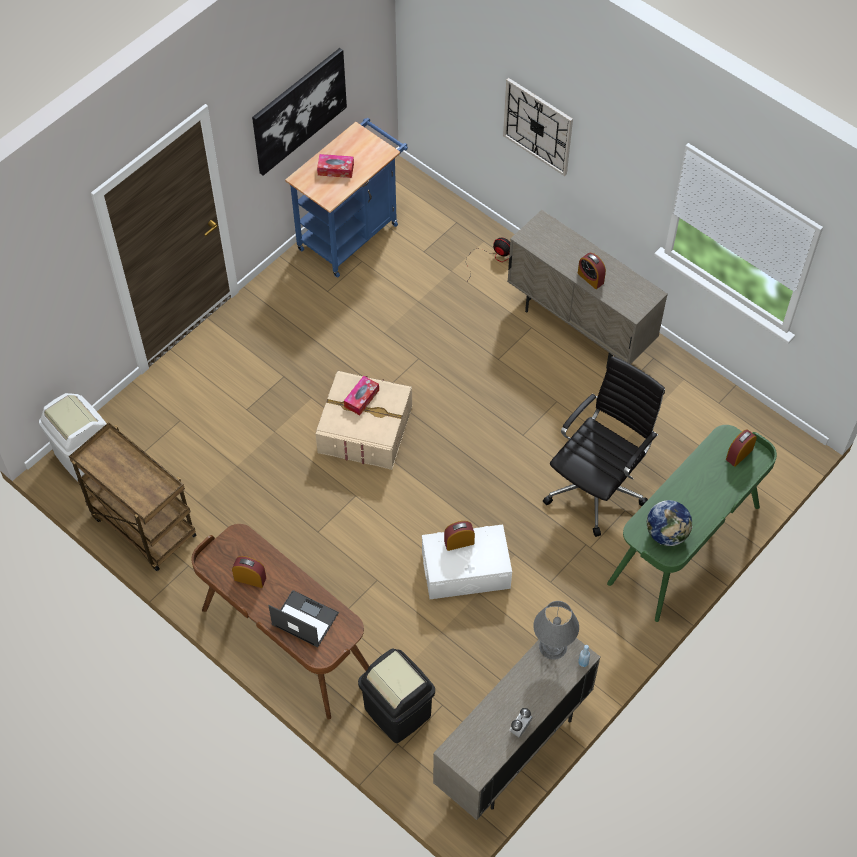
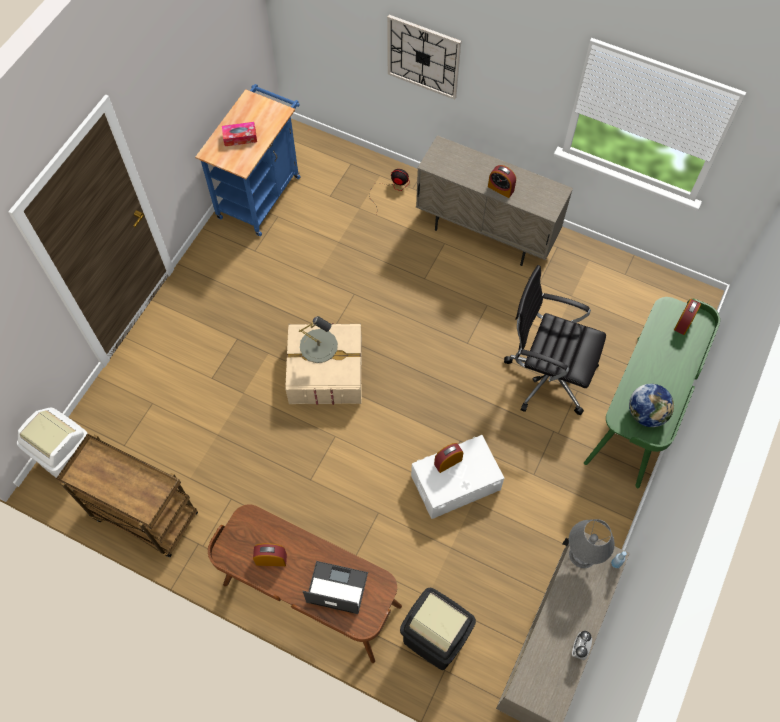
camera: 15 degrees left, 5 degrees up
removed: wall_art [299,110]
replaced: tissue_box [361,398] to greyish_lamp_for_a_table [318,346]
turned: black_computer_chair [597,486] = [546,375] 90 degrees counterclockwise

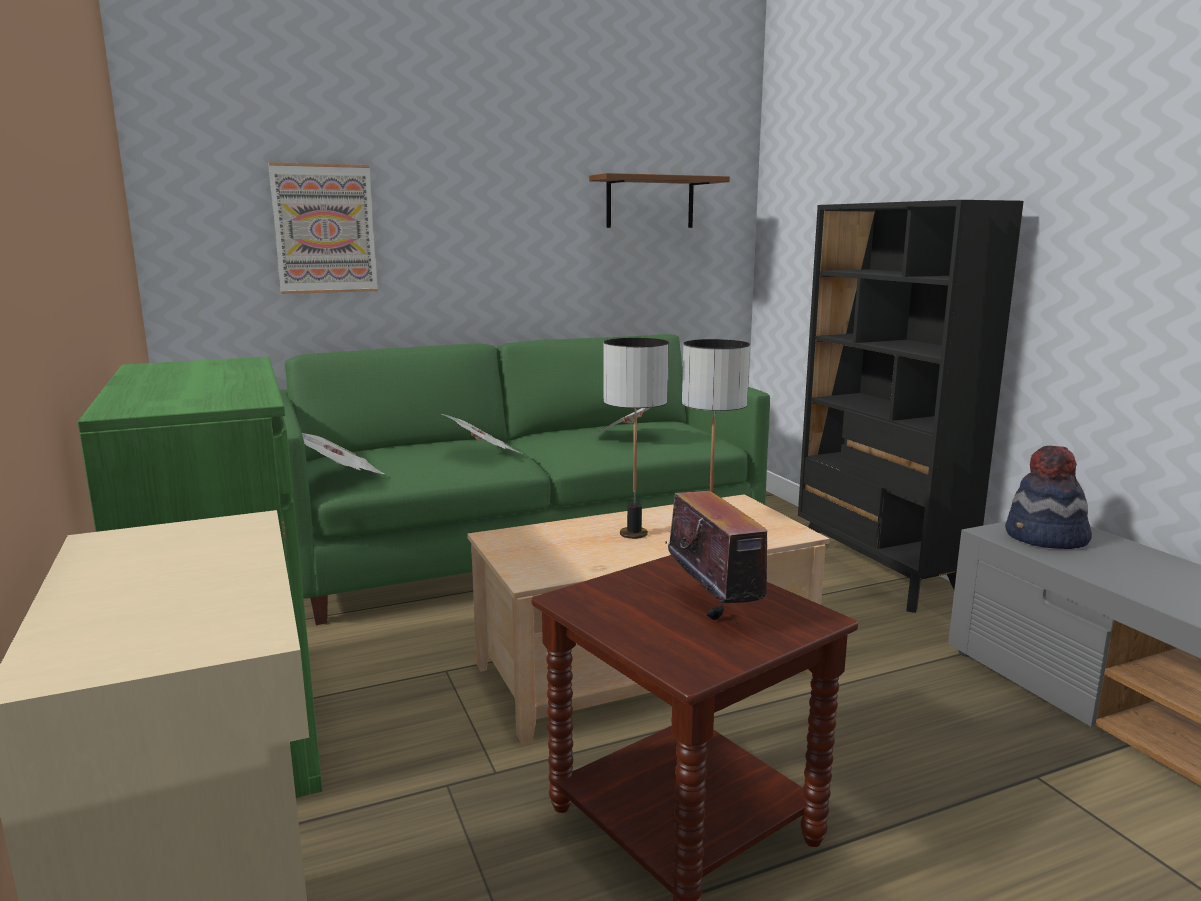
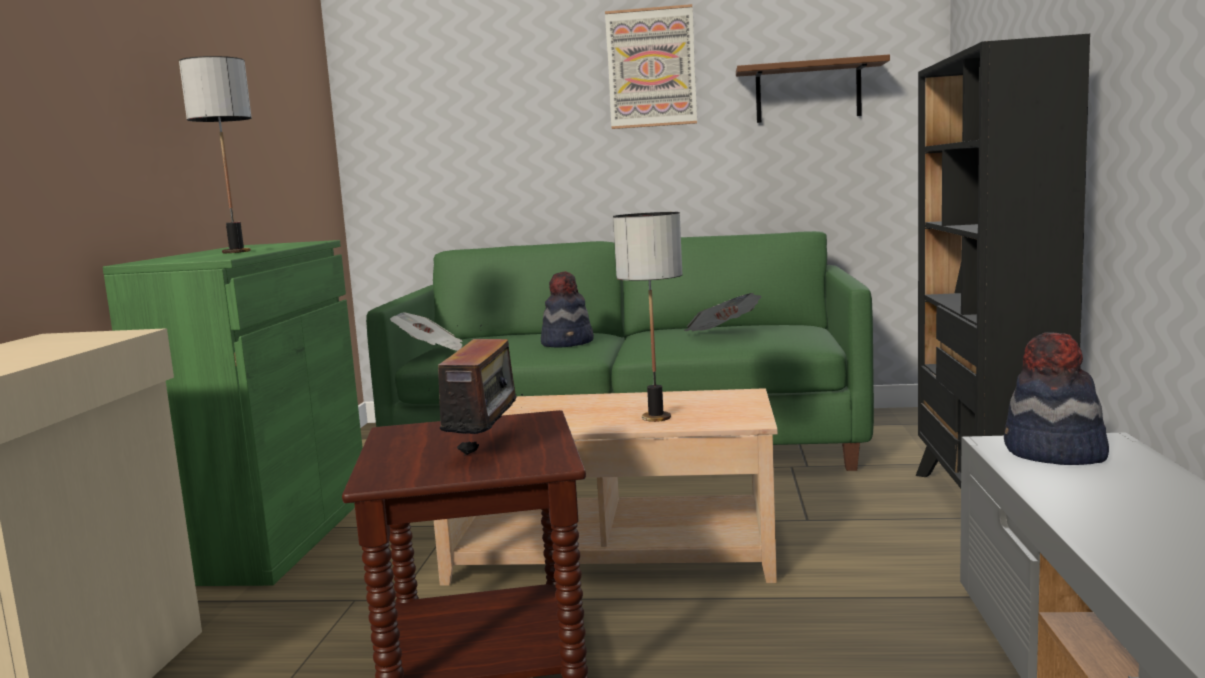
camera: 30 degrees right, 5 degrees down
moved: wall_art [324,229] to [651,68]; lamp_for_a_table [633,534] to [235,252]
replaced: newspaper [484,455] to hat [568,343]

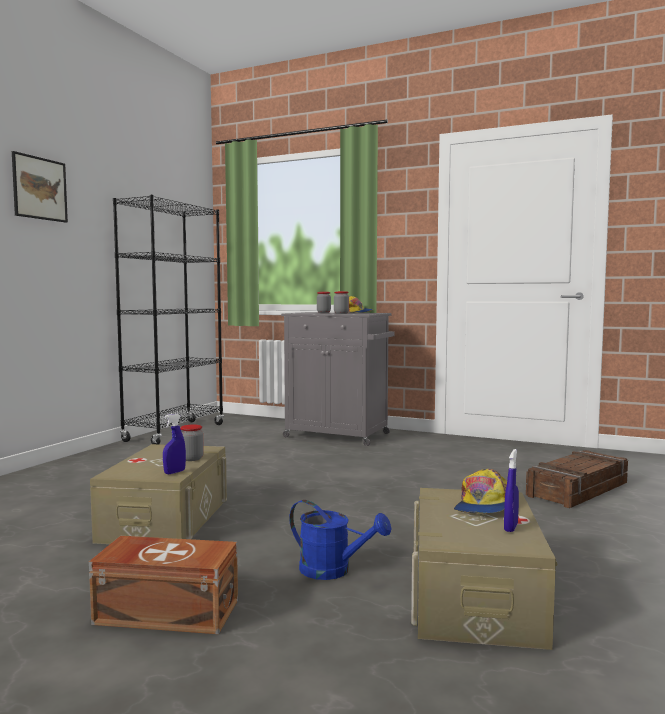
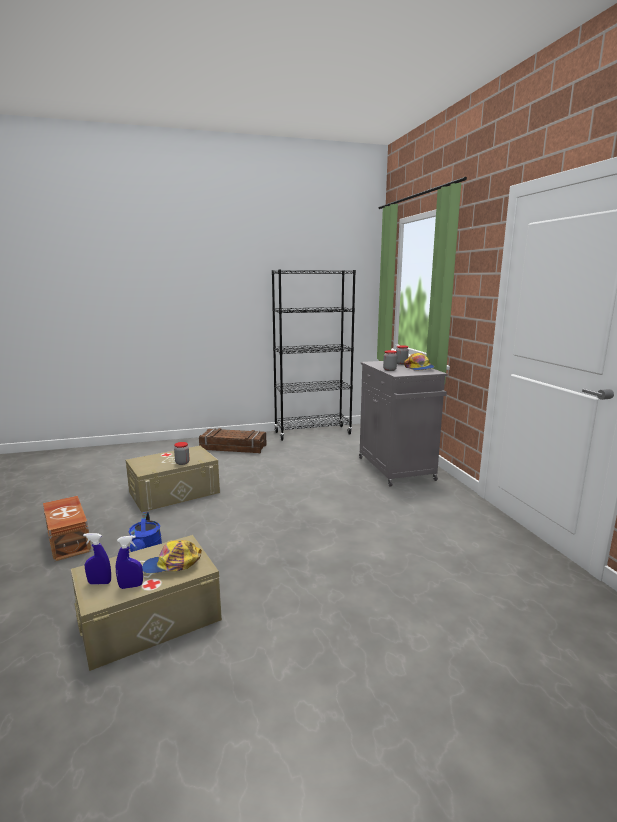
camera: 50 degrees right, 10 degrees up
removed: wall_art [39,188]
moved: blue-coloured_hand_sprayer [174,472] to [99,583]; shipping_crate [578,490] to [233,447]

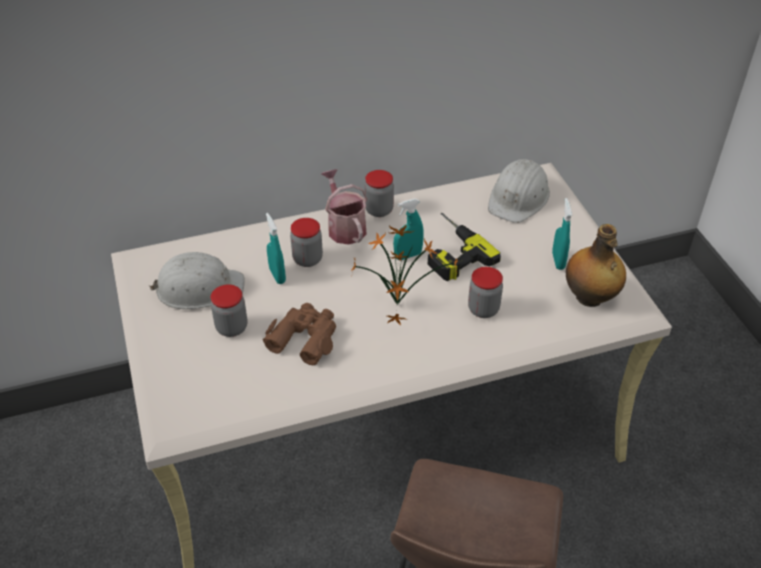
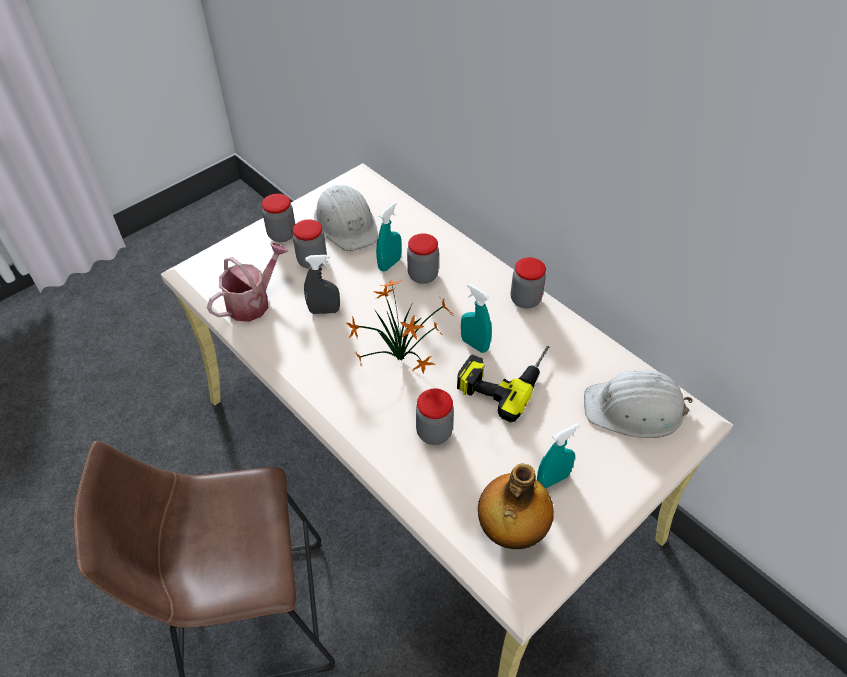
camera: 65 degrees right, 5 degrees up
added: jar [282,235]
moved: watering_pot [344,227] to [253,301]
replaced: brownish_binoculars [304,337] to greyish_hand_sprayer [324,311]

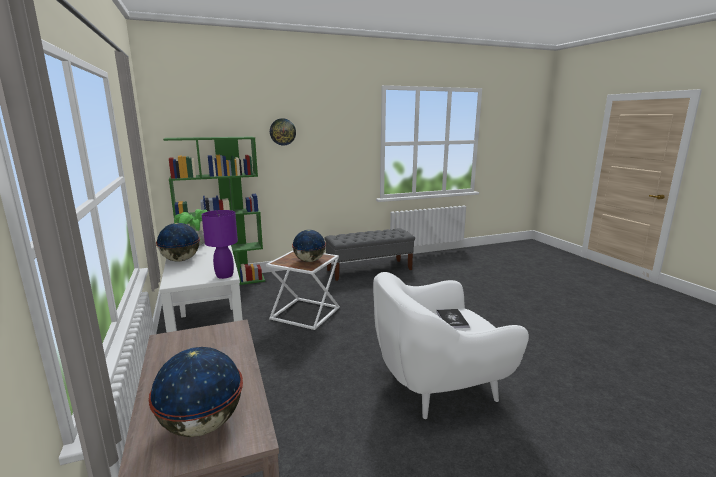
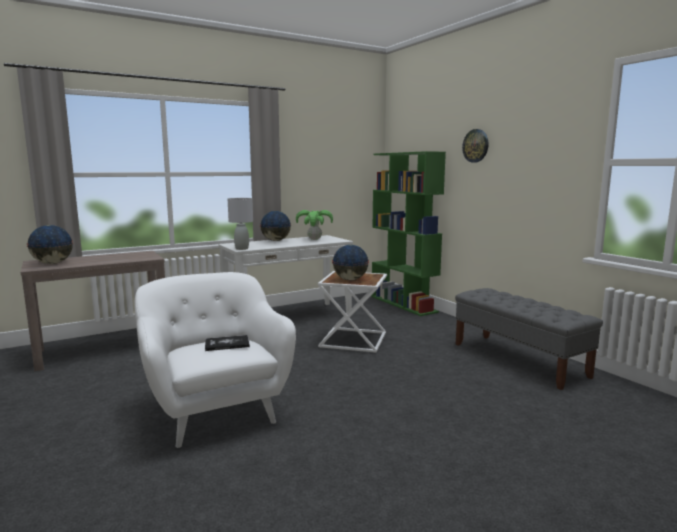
camera: 80 degrees right, 5 degrees down
recoloured: purplish_lamp_for_a_table [224,275] to greyish_lamp_for_a_table [242,248]

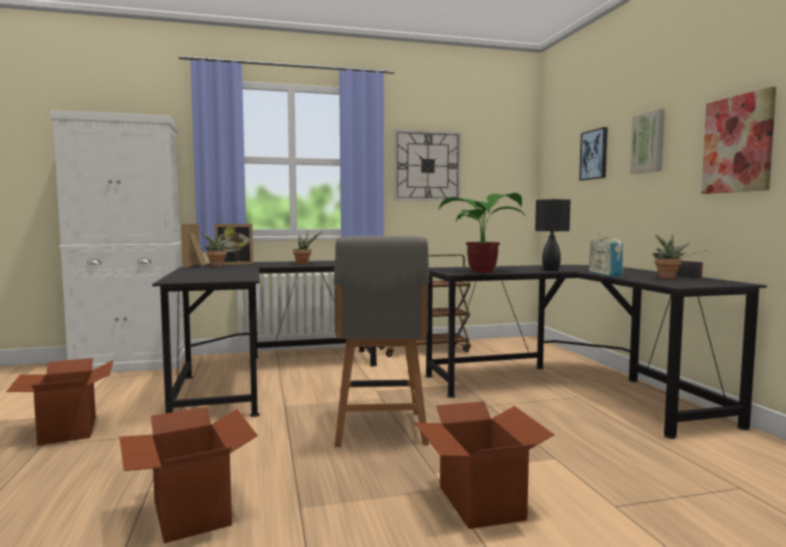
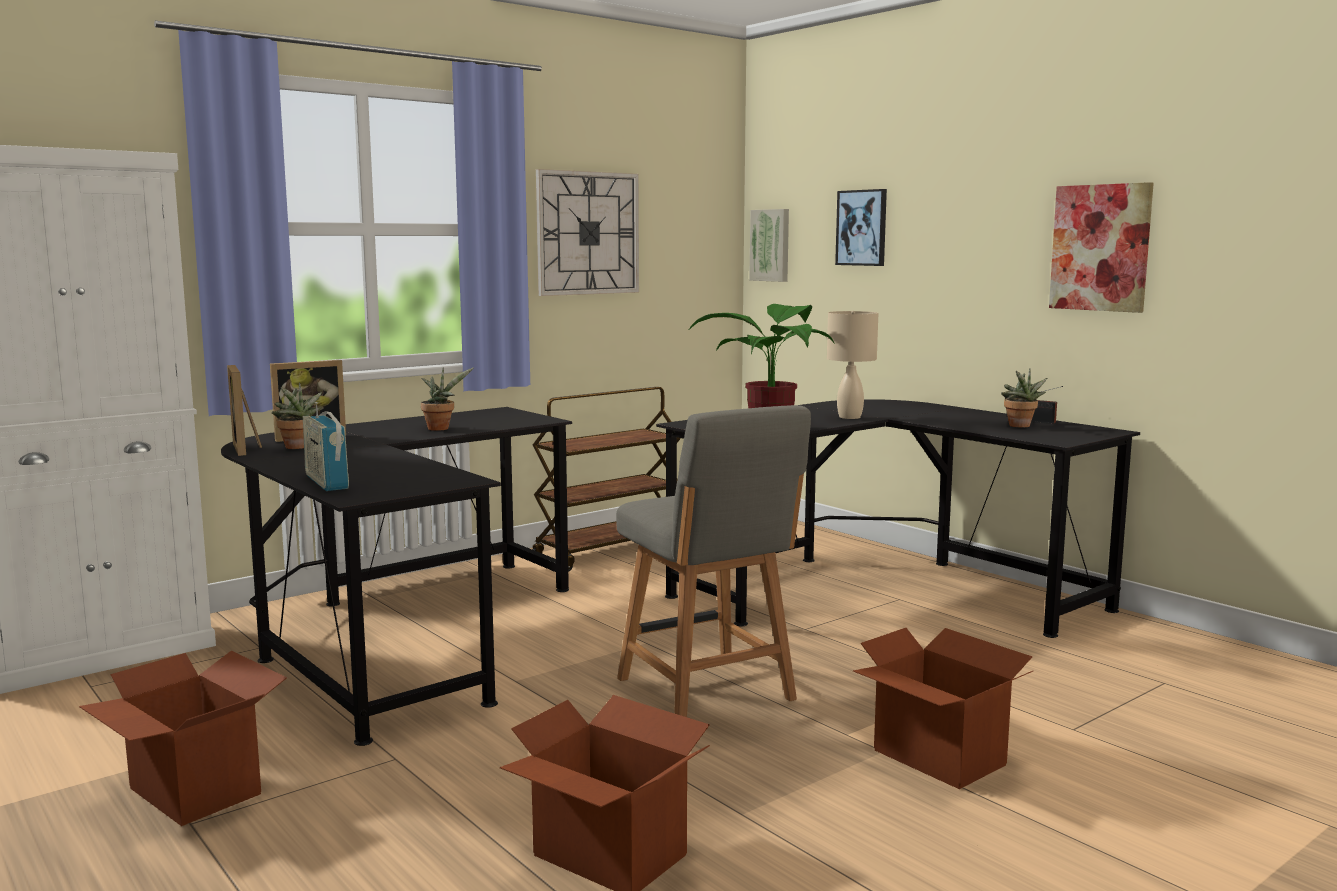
camera: 25 degrees left, 5 degrees up
moved: wall_art [649,142] to [771,245]; radio_set [604,274] to [327,482]
recoloured: black_lamp_for_a_table [550,270] to sand-coloured_lamp_for_a_table [849,417]

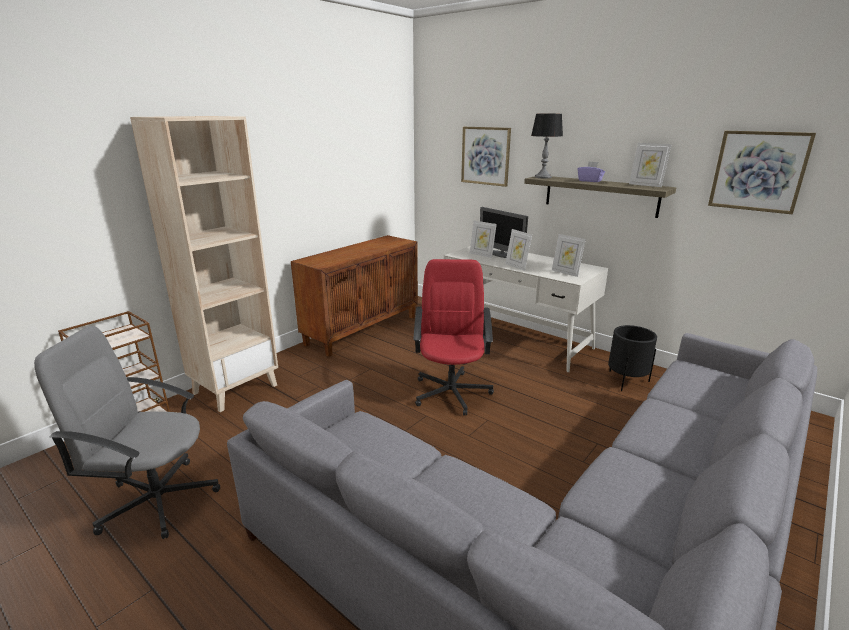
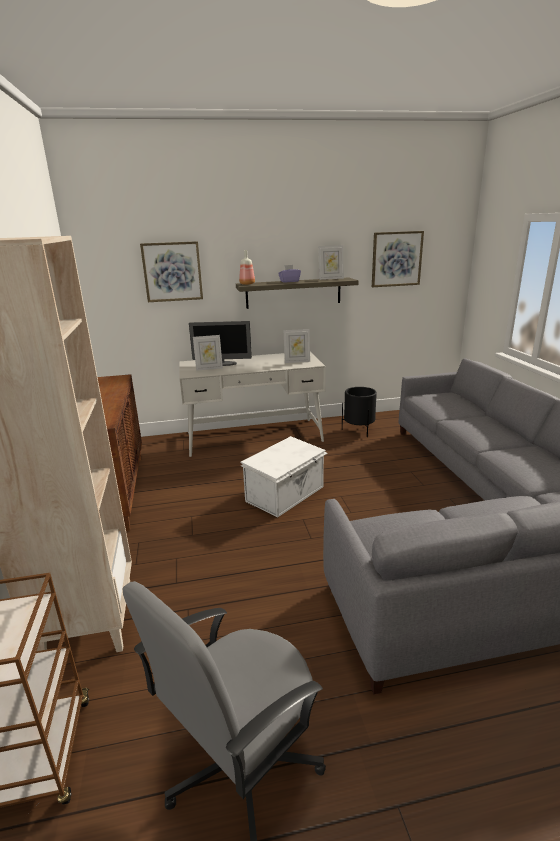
camera: 50 degrees left, 0 degrees up
removed: picture_frame [517,266]
replaced: lamp_for_a_table [543,177] to drink_bottle [247,284]; reddish_computer_chair [451,392] to white_storage_box [286,494]

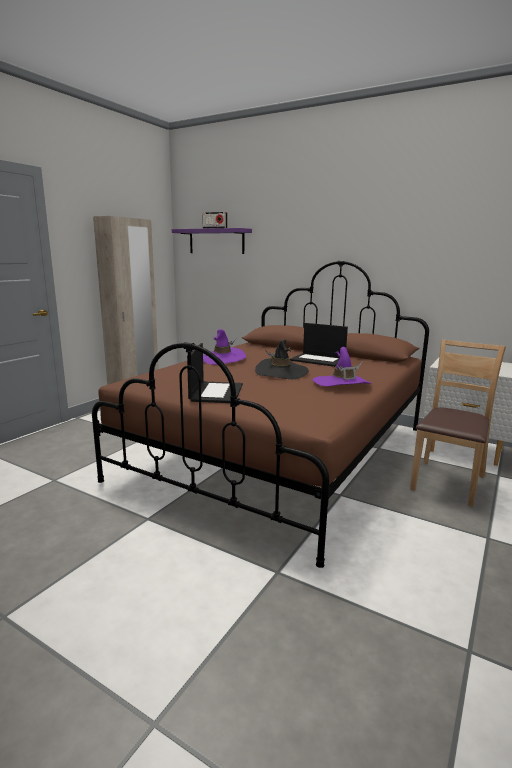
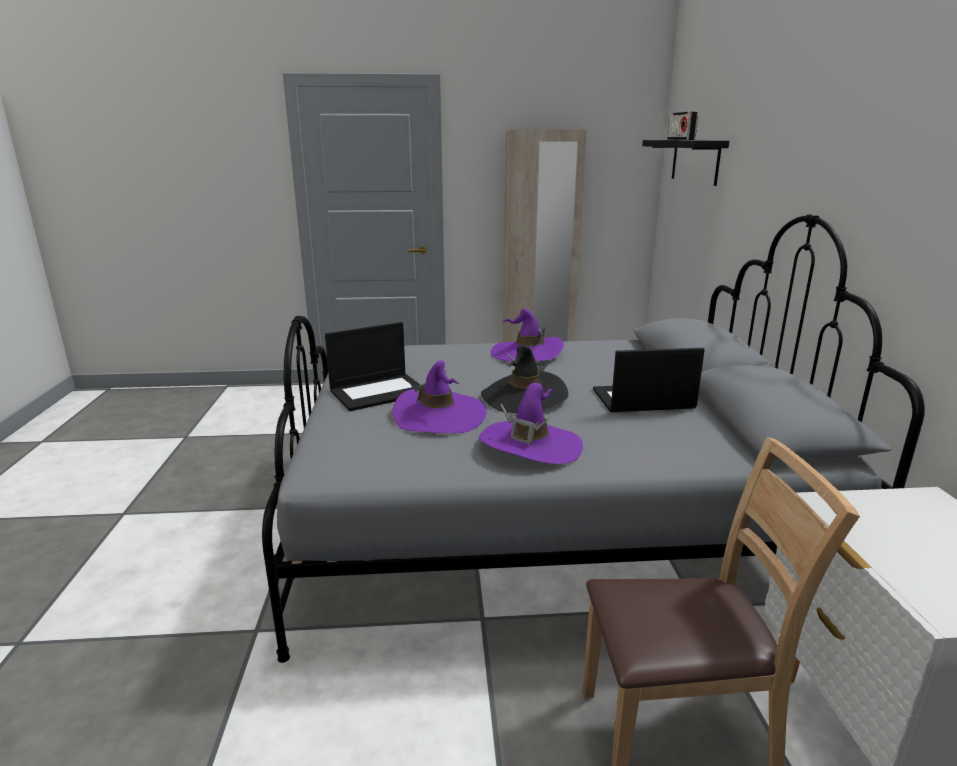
camera: 55 degrees right, 5 degrees up
added: purplish_hat [439,416]
recoloured: purplish_shelf [216,241] to black_shelf [695,161]; brownish_bed [280,453] to greyish_bed [543,523]
turned: laptop [318,360] = [642,400] 90 degrees clockwise

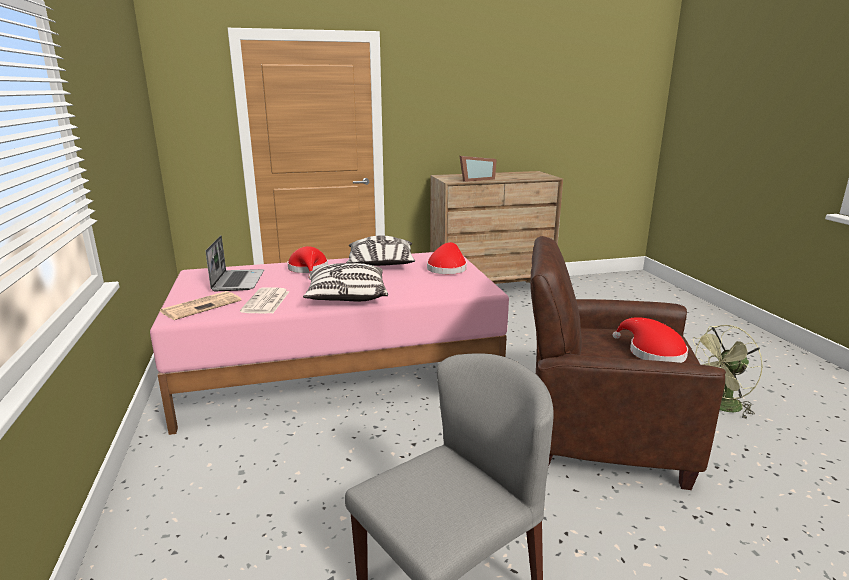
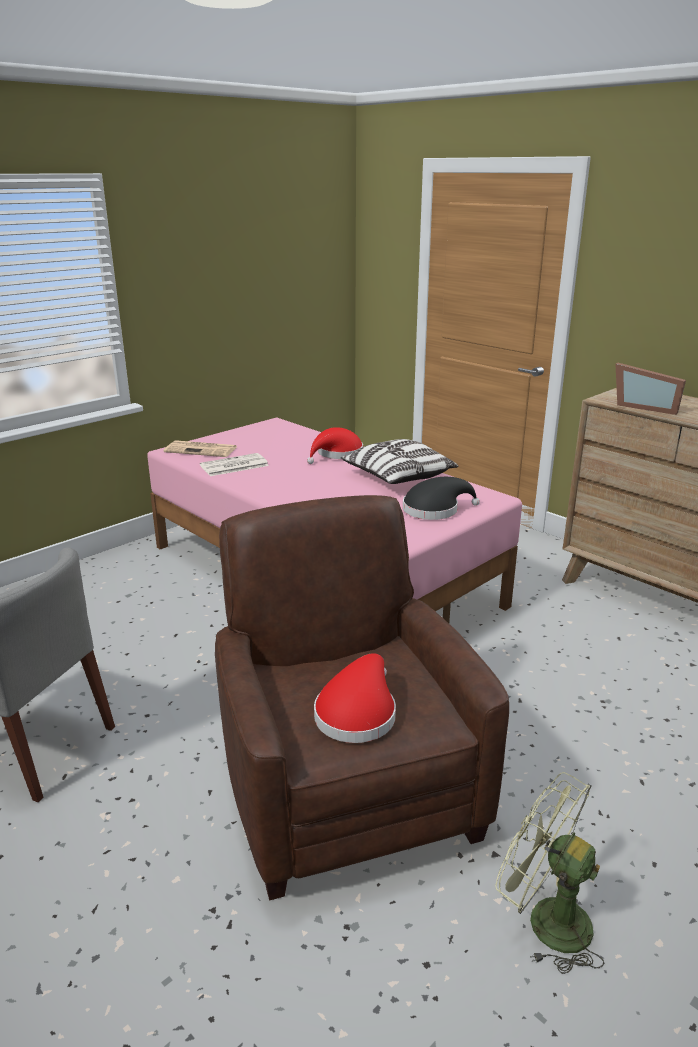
camera: 60 degrees right, 5 degrees up
removed: laptop [237,281]; cushion [347,297]
recoloured: reddish_hat [447,268] to black_hat [434,510]

